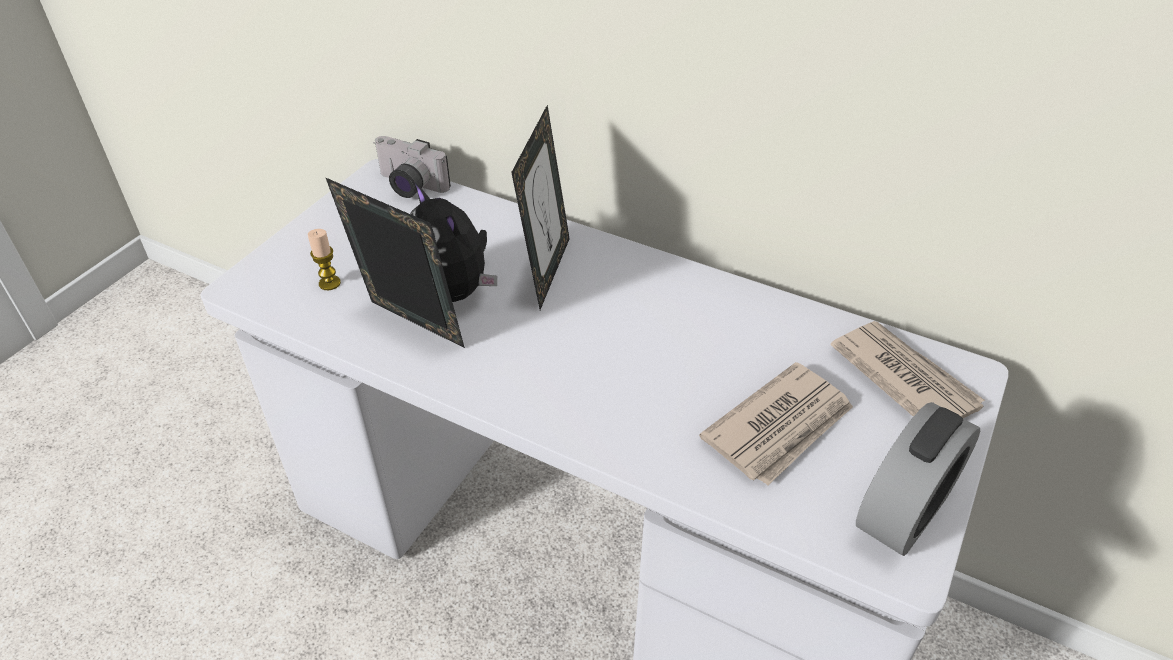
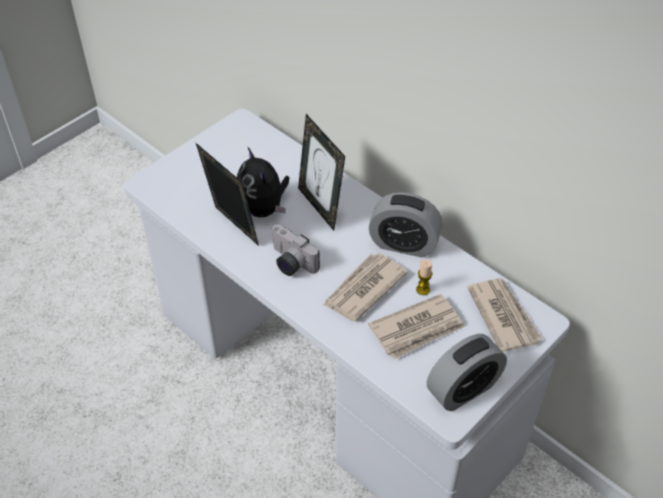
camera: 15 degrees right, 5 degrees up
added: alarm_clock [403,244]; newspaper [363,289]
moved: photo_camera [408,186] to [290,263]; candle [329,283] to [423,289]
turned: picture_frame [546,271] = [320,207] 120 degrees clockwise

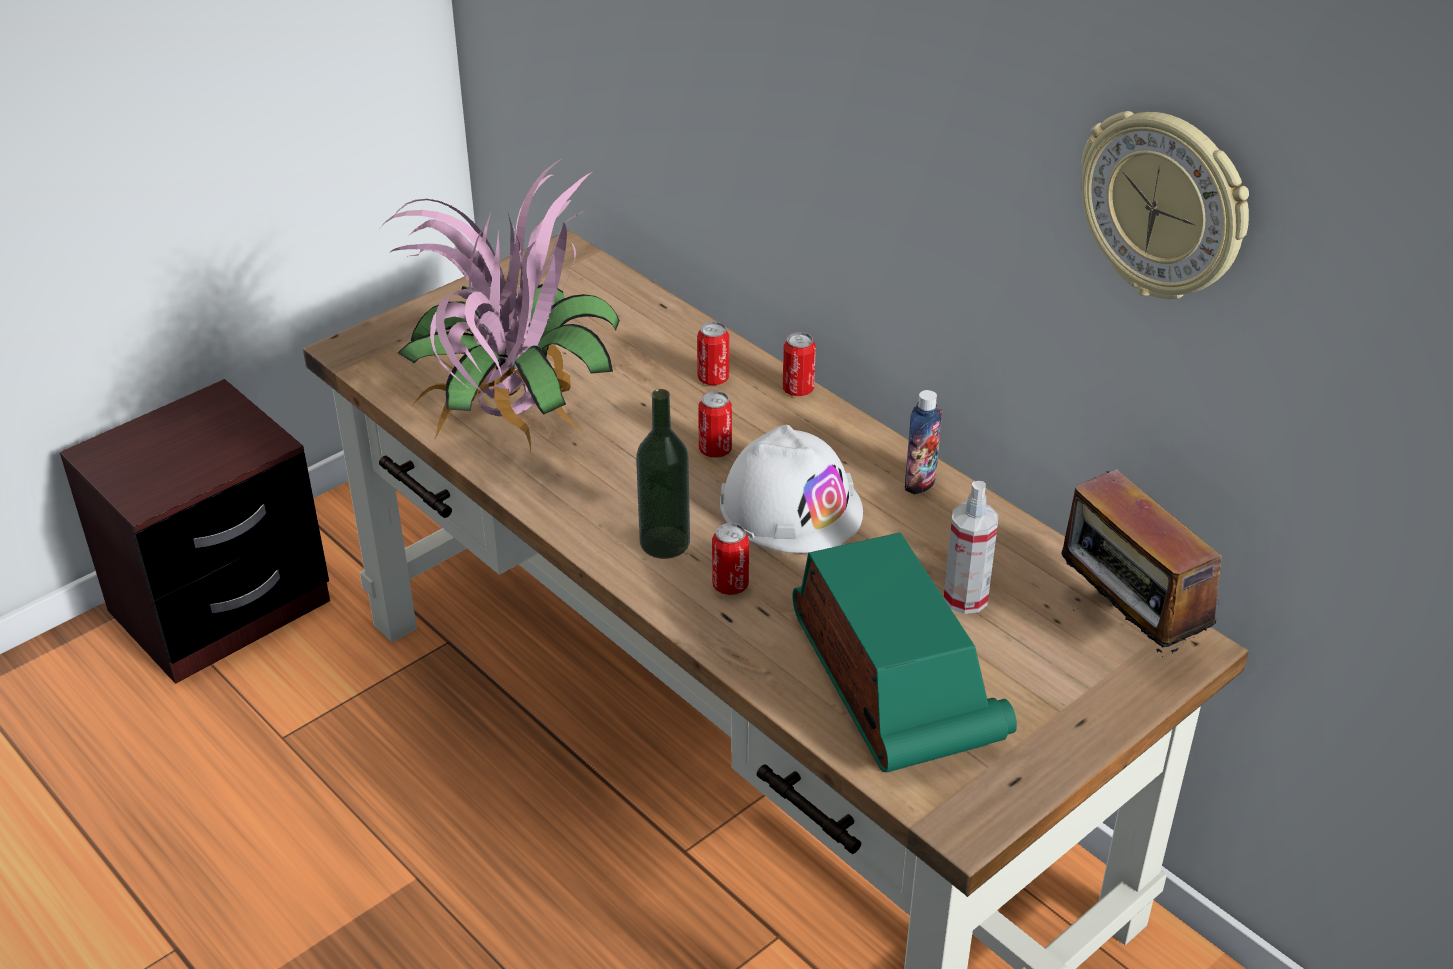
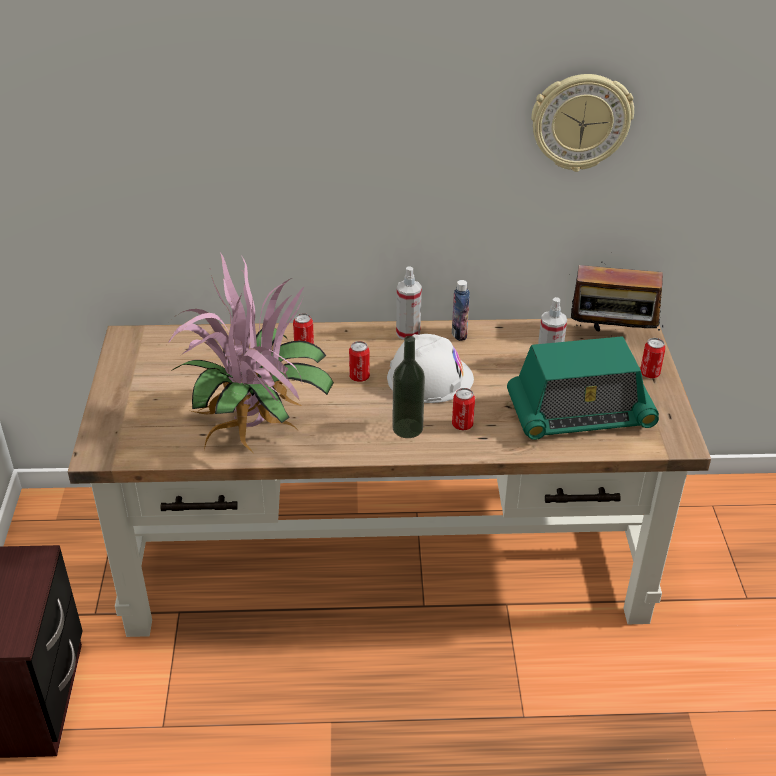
camera: 50 degrees left, 0 degrees up
added: hand_sprayer [408,333]
moved: sealed_can [798,389] to [649,373]
turned: radio_set [894,683] = [579,414] 150 degrees clockwise

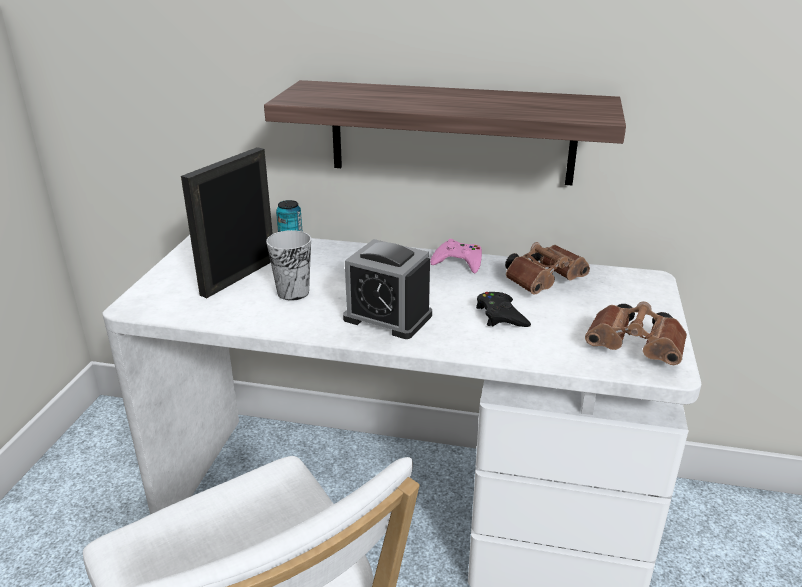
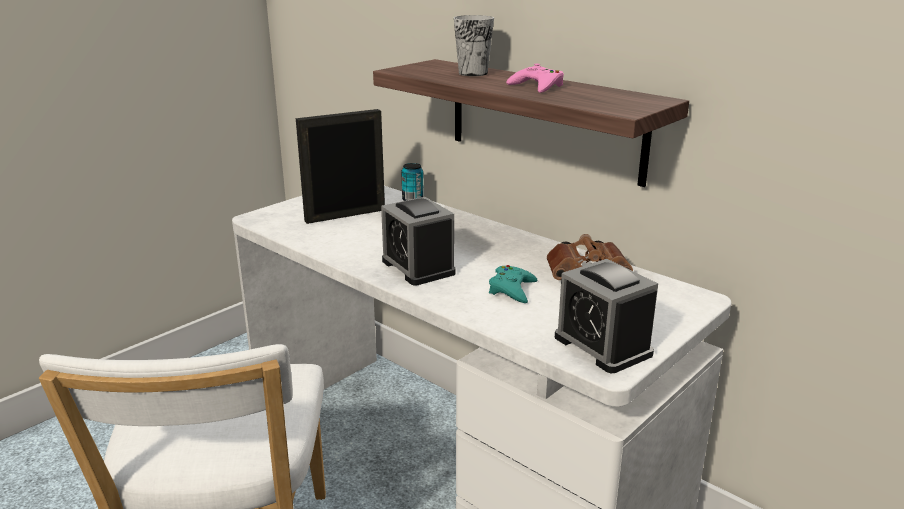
camera: 30 degrees right, 5 degrees down
moved: drinking_cup [293,292] to [473,73]; pinkish_gamepad [458,262] to [537,86]
replaced: brownish_binoculars [637,349] to alarm_clock [602,346]
recoloured: black_gamepad [501,315] to blue-green_gamepad [512,289]

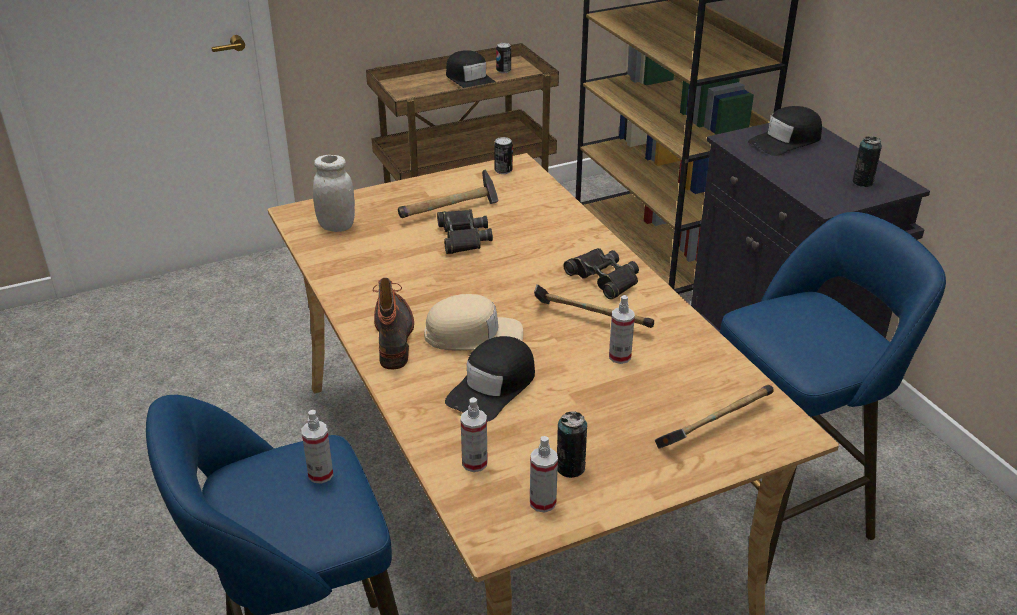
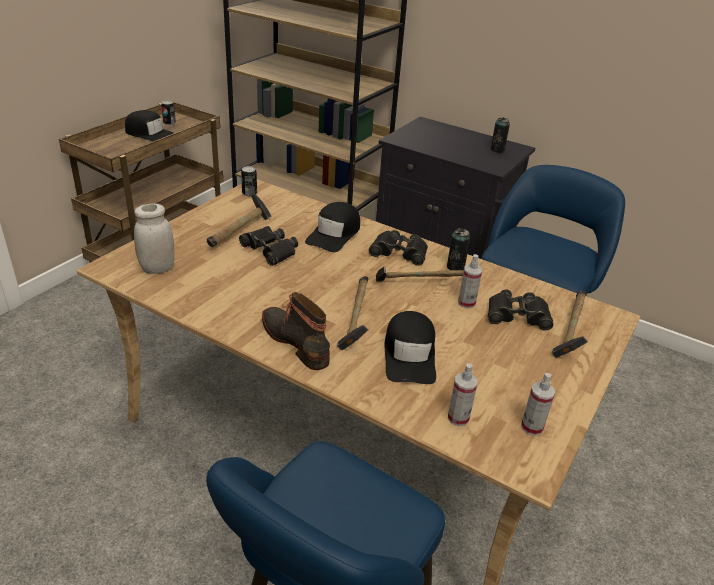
camera: 35 degrees left, 0 degrees up
removed: hand_sprayer [320,474]
added: black_binoculars [517,315]
moved: black_peaked_cap [786,141] to [334,234]; sealed_can [570,468] to [455,267]
replaced: sand-coloured_peaked_cap [474,335] to hammer [355,321]

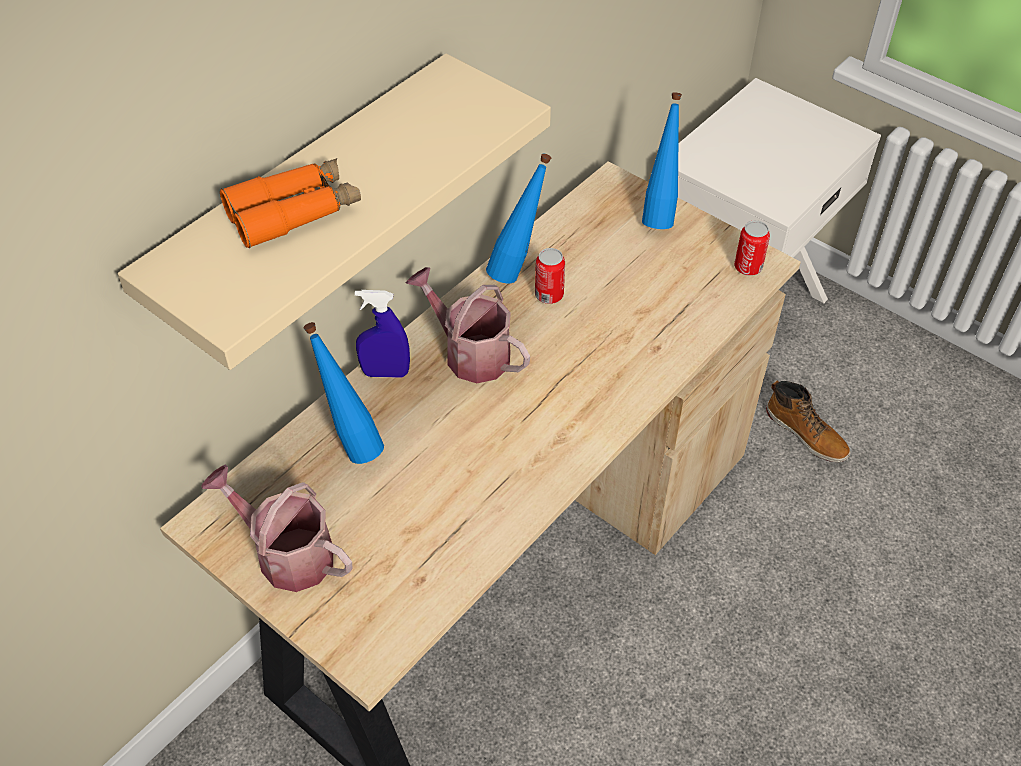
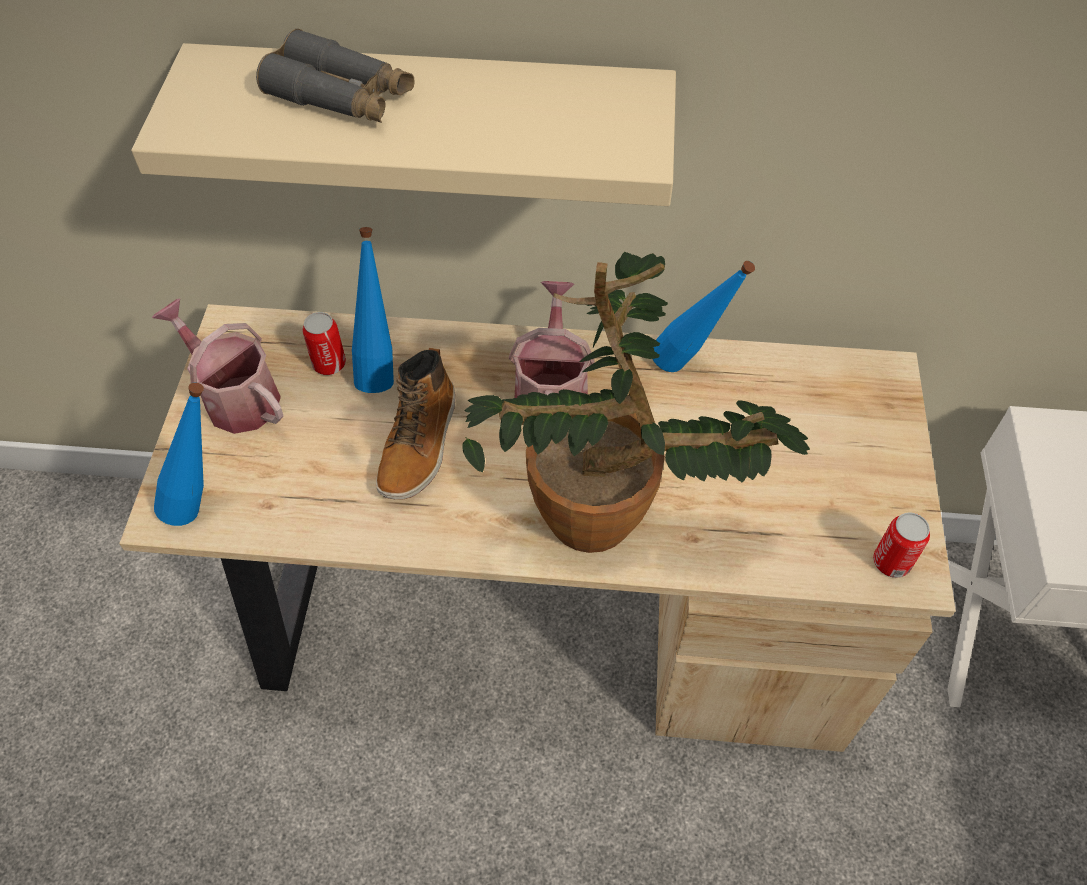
camera: 55 degrees right, 5 degrees up
removed: blue-coloured_hand_sprayer [385,373]
added: plant_in_a_pot [612,523]
moved: blue-coloured_drink_bottle [659,215] to [204,504]; sealed_can [549,295] to [329,364]; high-top_boot [806,433] to [420,444]
recoloured: orange-coloured_binoculars [294,212] to greyish_binoculars [341,96]
turned: watering_pot [287,553] = [235,397] 45 degrees counterclockwise

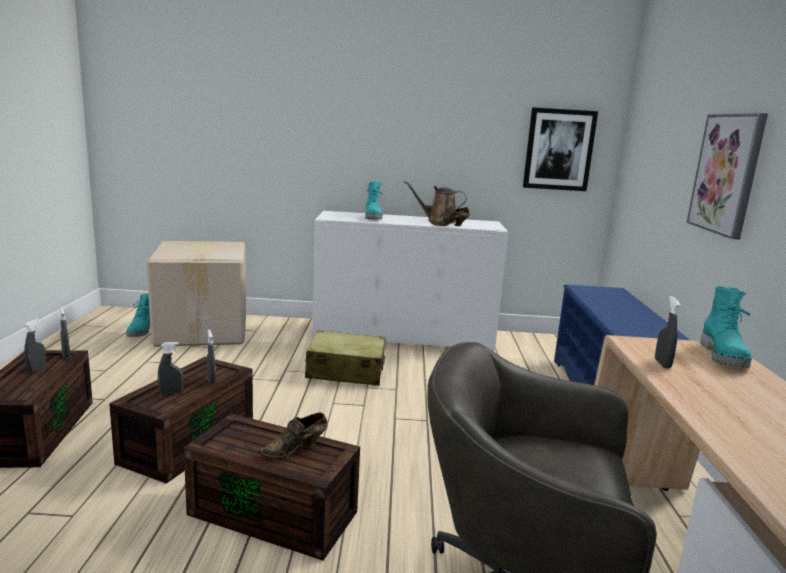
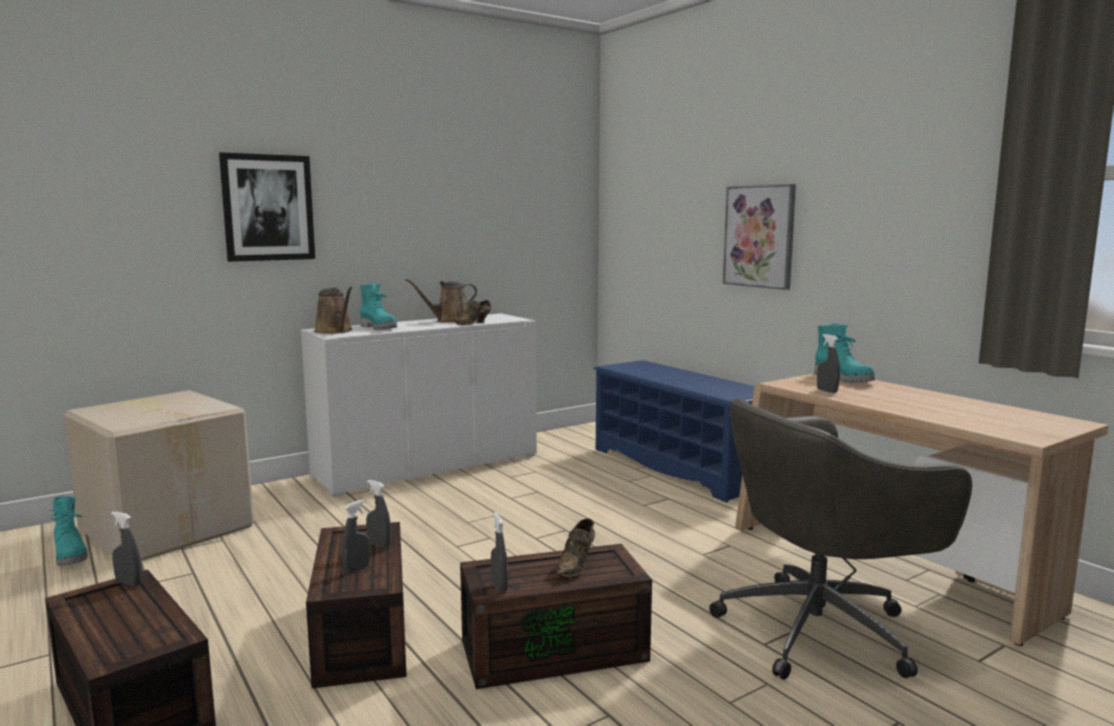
camera: 35 degrees left, 5 degrees down
removed: sand-coloured_travel_case [345,371]
added: brownish_watering_pot [335,331]
moved: wall_art [559,149] to [268,208]; greyish_hand_sprayer [36,369] to [499,586]

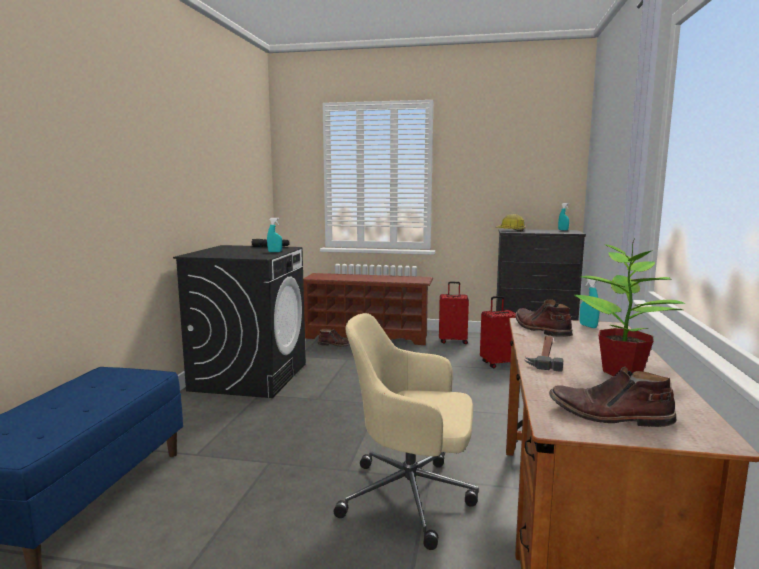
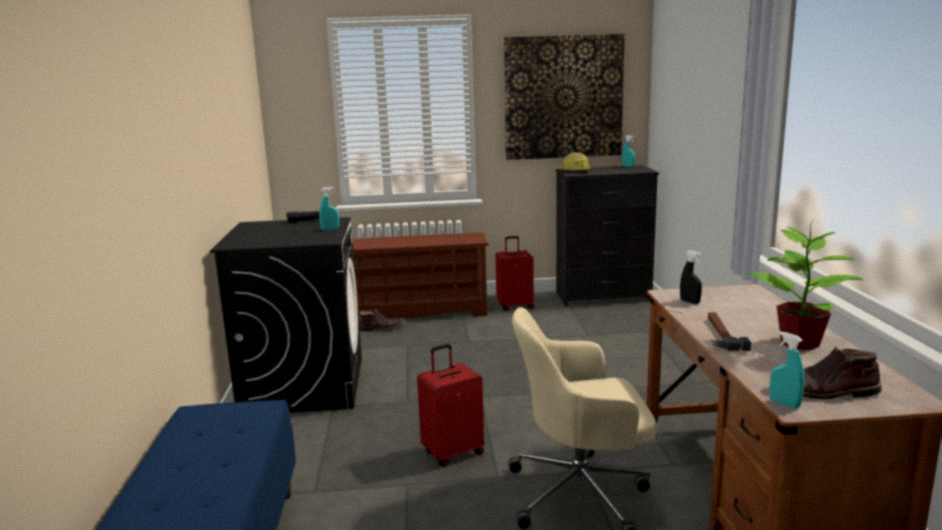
camera: 15 degrees left, 5 degrees up
added: wall_art [563,97]
moved: blue-green_hand_sprayer [588,326] to [784,404]; reddish_travel_case [499,363] to [452,453]
replaced: brownish_high-top_boot [541,329] to black_hand_sprayer [689,302]

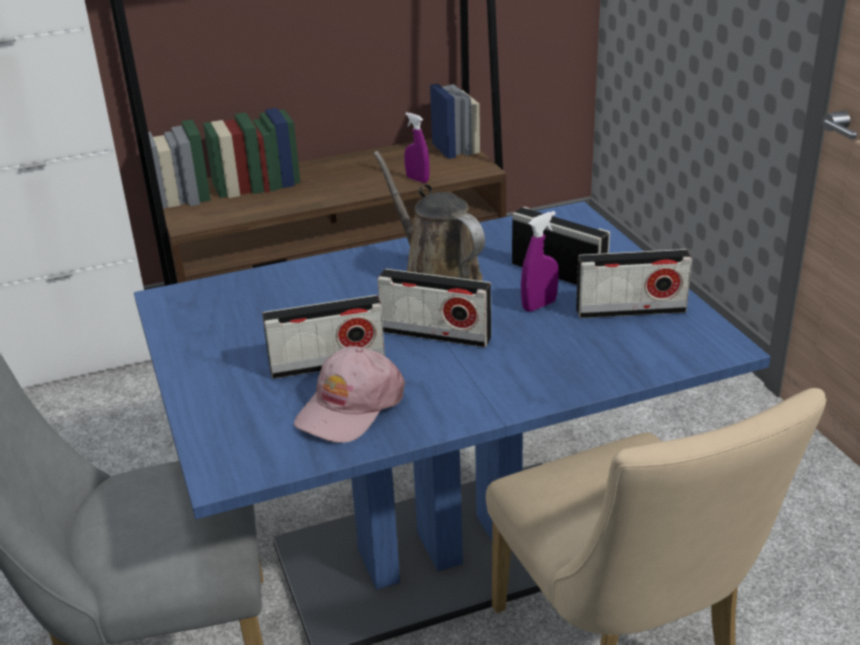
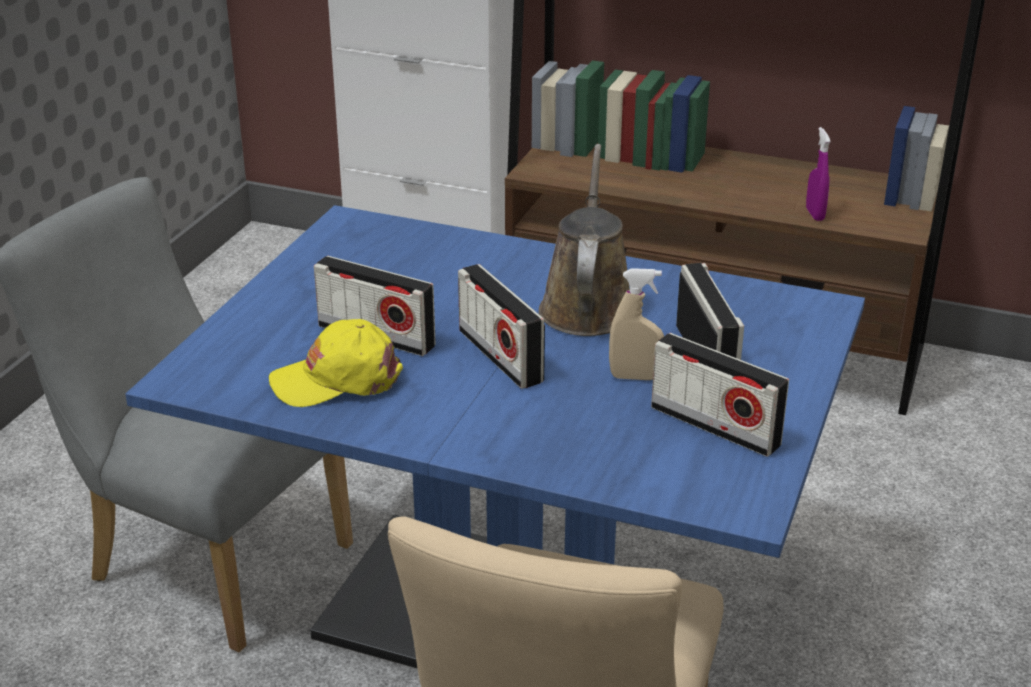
camera: 40 degrees right, 0 degrees up
recoloured: purplish_hand_sprayer [539,305] to sand-coloured_hand_sprayer [635,377]; pinkish_peaked_cap [350,407] to yellowish_peaked_cap [337,379]

